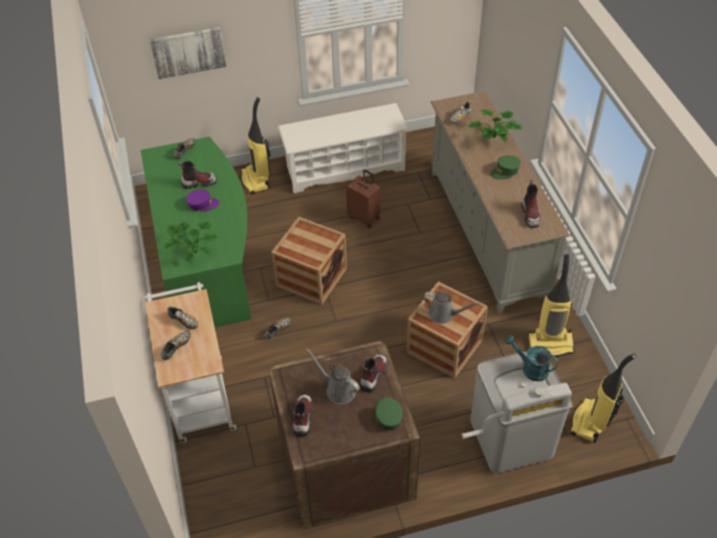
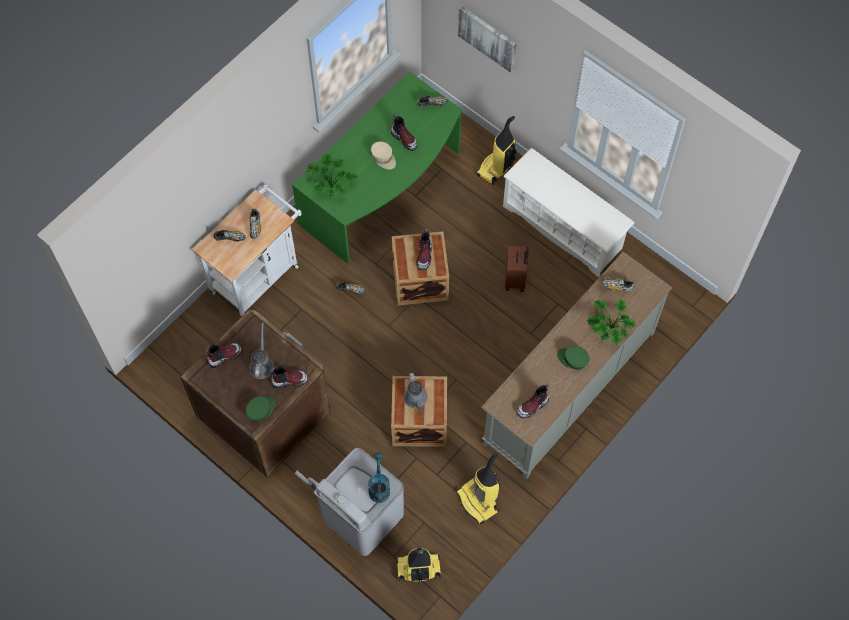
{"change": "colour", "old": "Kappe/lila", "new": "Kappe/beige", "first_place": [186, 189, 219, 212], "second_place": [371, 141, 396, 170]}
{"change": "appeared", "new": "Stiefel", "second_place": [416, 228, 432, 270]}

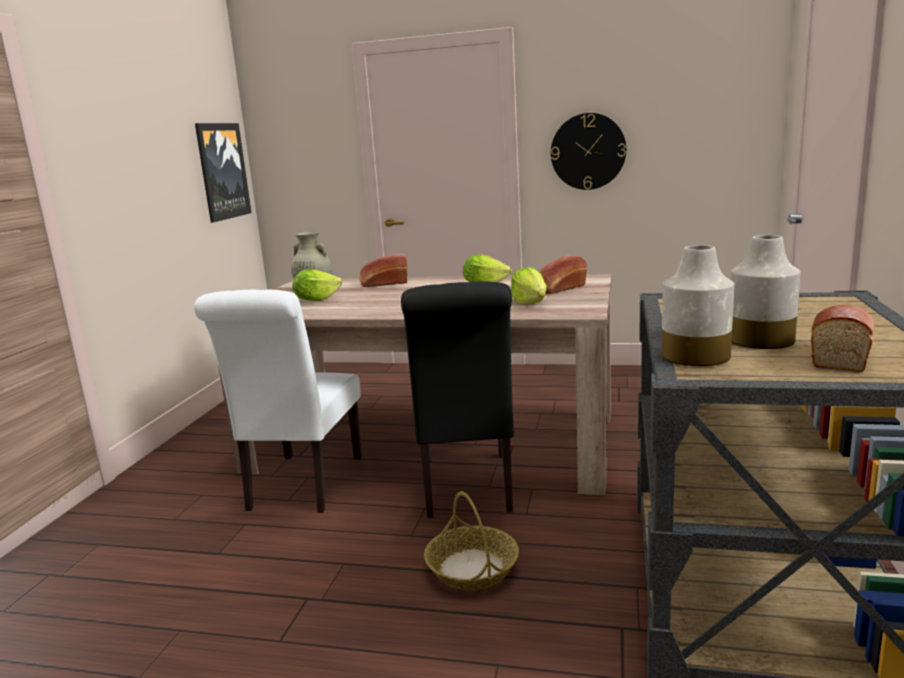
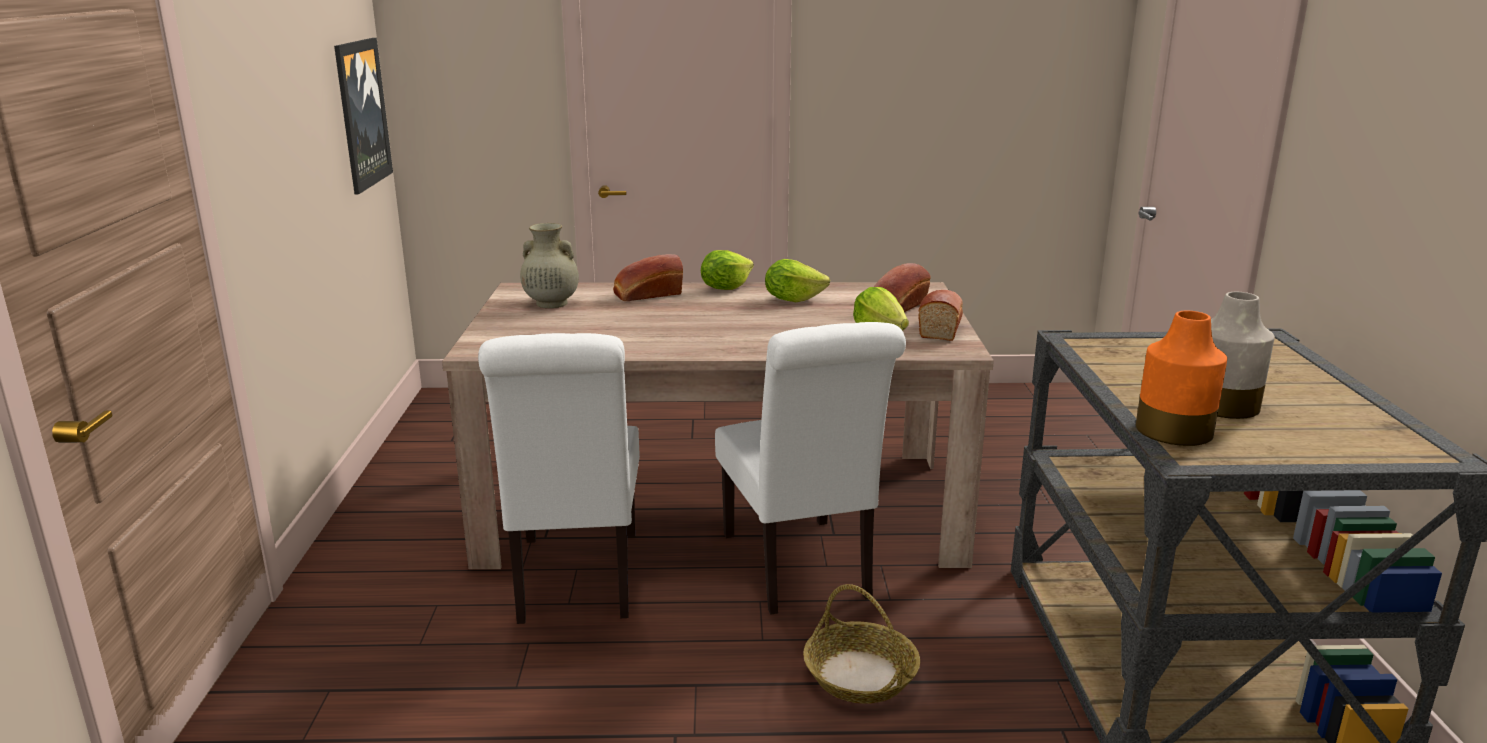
{"change": "relocated", "old": "Salatkopf", "first_place": [292, 269, 342, 301], "second_place": [701, 250, 754, 290]}
{"change": "colour", "old": "Stuhl/schwarz", "new": "Stuhl/weiß", "first_place": [401, 281, 514, 518], "second_place": [715, 322, 906, 615]}
{"change": "missing", "old": "Wanduhr", "first_place": [551, 113, 626, 190]}
{"change": "colour", "old": "Vase/beige", "new": "Vase/orange", "first_place": [661, 245, 734, 366], "second_place": [1136, 311, 1227, 446]}
{"change": "relocated", "old": "Brot", "first_place": [811, 305, 874, 372], "second_place": [918, 290, 963, 341]}

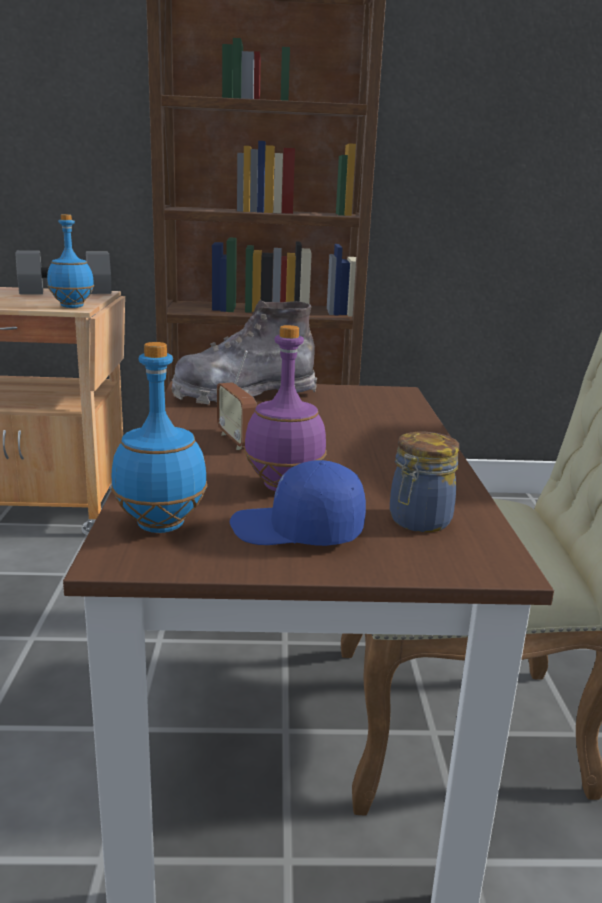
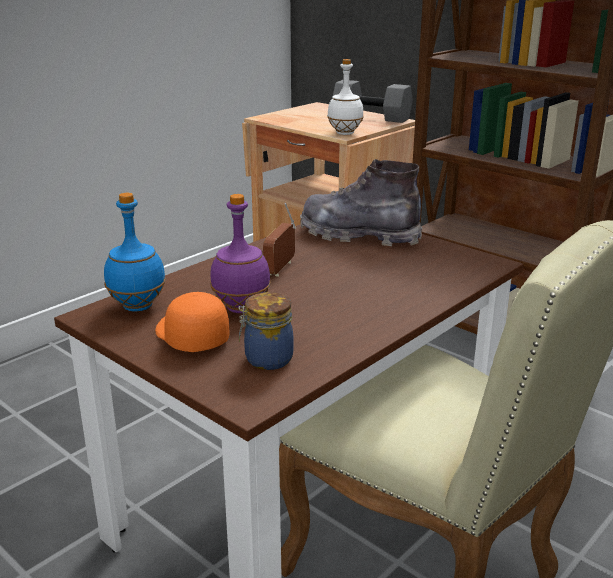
{"change": "colour", "old": "Flasche/blau", "new": "Flasche/weiß", "first_place": [47, 214, 94, 308], "second_place": [327, 59, 364, 135]}
{"change": "colour", "old": "Kappe/blau", "new": "Kappe/orange", "first_place": [230, 460, 366, 546], "second_place": [155, 292, 230, 352]}

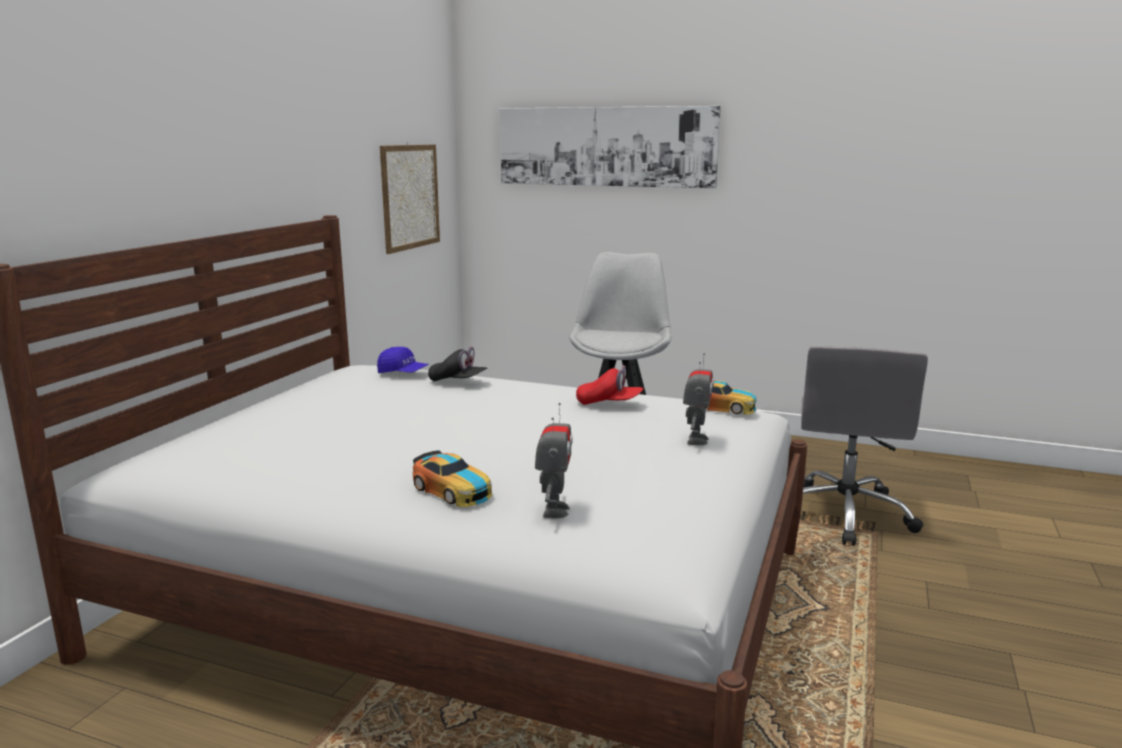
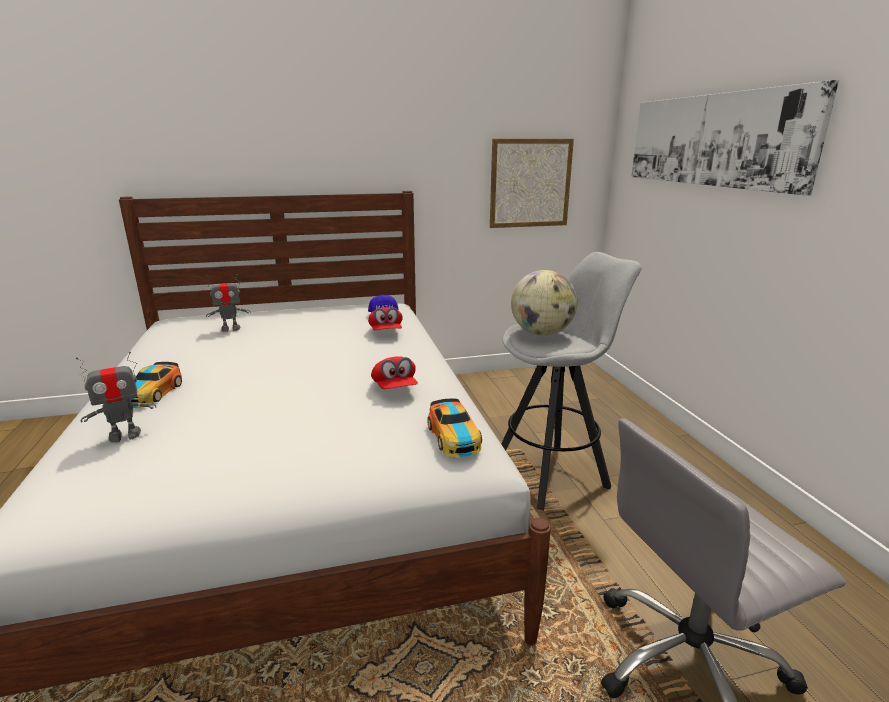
{"change": "colour", "old": "Kappe/schwarz", "new": "Kappe/rot", "first_place": [428, 347, 487, 382], "second_place": [368, 307, 403, 330]}
{"change": "relocated", "old": "Spielzeugroboter", "first_place": [683, 353, 714, 445], "second_place": [206, 274, 250, 332]}
{"change": "appeared", "new": "Globus", "second_place": [511, 270, 577, 336]}

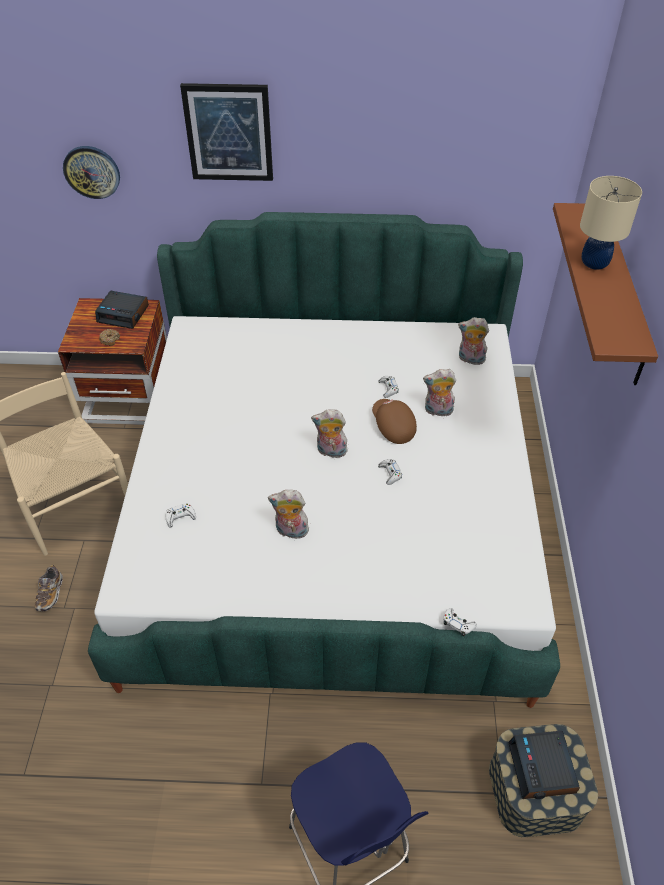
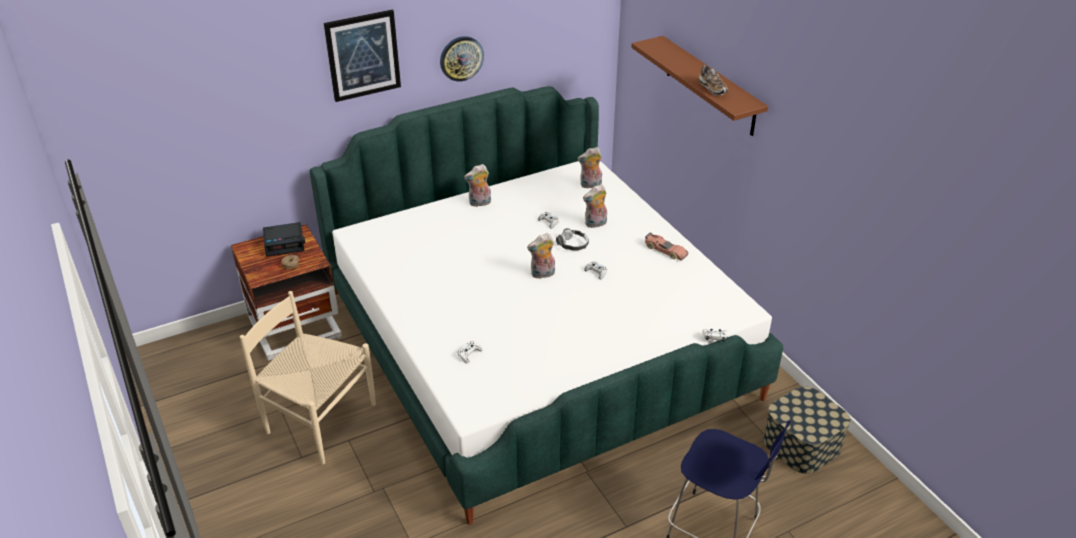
{"change": "relocated", "old": "Schuh", "first_place": [35, 565, 63, 611], "second_place": [699, 65, 728, 96]}
{"change": "relocated", "old": "Wanduhr", "first_place": [63, 146, 120, 199], "second_place": [440, 36, 484, 82]}
{"change": "relocated", "old": "Plüschtier", "first_place": [268, 490, 309, 539], "second_place": [464, 164, 491, 207]}
{"change": "exchanged", "old": "Kappe/braun", "new": "Kopfhörer", "first_place": [372, 399, 417, 444], "second_place": [556, 228, 589, 251]}
{"change": "missing", "old": "Wecker", "first_place": [508, 731, 580, 799]}
{"change": "missing", "old": "Tischlampe/beige", "first_place": [580, 176, 642, 270]}
{"change": "appeared", "new": "Spielzeugauto", "second_place": [645, 232, 688, 261]}

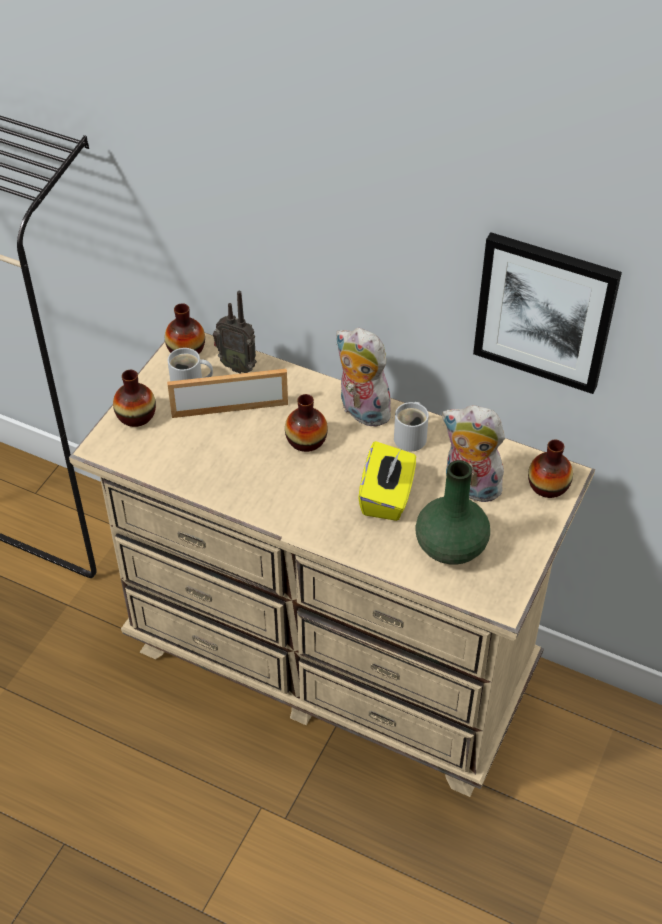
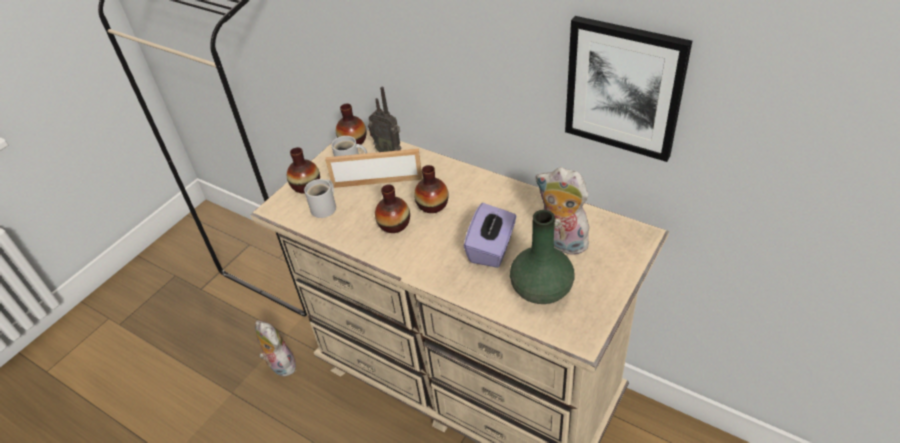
{"change": "relocated", "old": "Plüschtier", "first_place": [336, 328, 393, 427], "second_place": [255, 320, 296, 377]}
{"change": "colour", "old": "Taschentuchbox/gelb", "new": "Taschentuchbox/lila", "first_place": [358, 441, 416, 521], "second_place": [464, 203, 516, 268]}
{"change": "relocated", "old": "Henkelbecher/weiß", "first_place": [394, 402, 429, 451], "second_place": [304, 179, 336, 218]}
{"change": "relocated", "old": "Vase", "first_place": [528, 440, 573, 498], "second_place": [375, 184, 410, 233]}

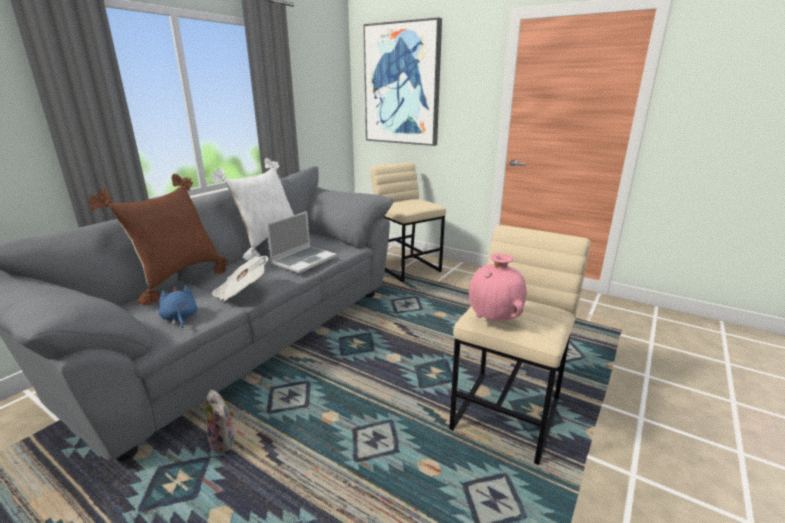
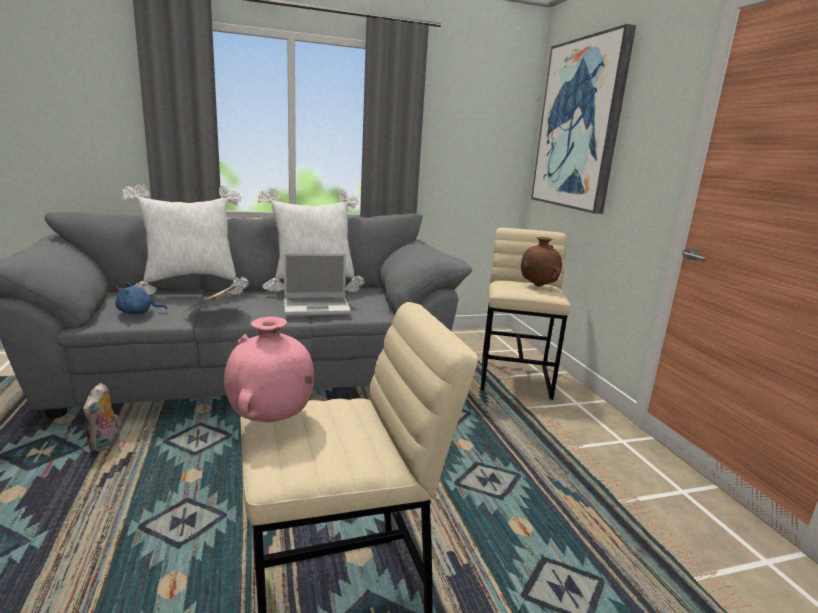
{"change": "colour", "old": "Kissen/braun", "new": "Kissen/weiß", "first_place": [89, 173, 227, 306], "second_place": [122, 184, 249, 295]}
{"change": "spun", "old": "Plüschtier/blau", "first_place": [159, 285, 198, 328], "second_place": [115, 282, 168, 314], "degrees": -120}
{"change": "appeared", "new": "Vase/braun", "second_place": [521, 237, 562, 287]}

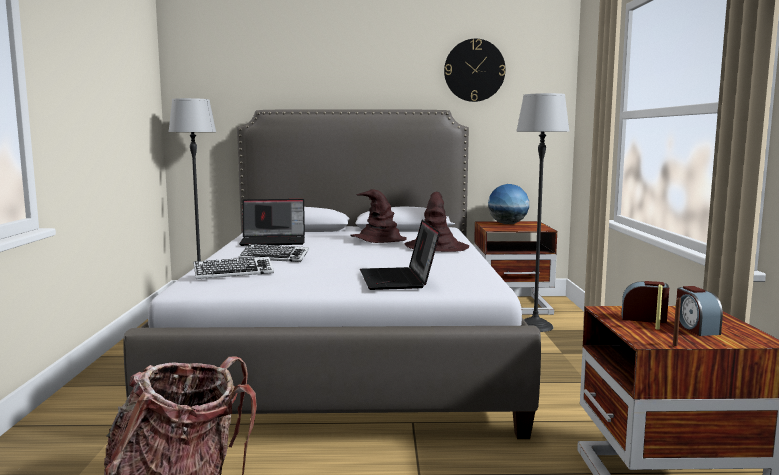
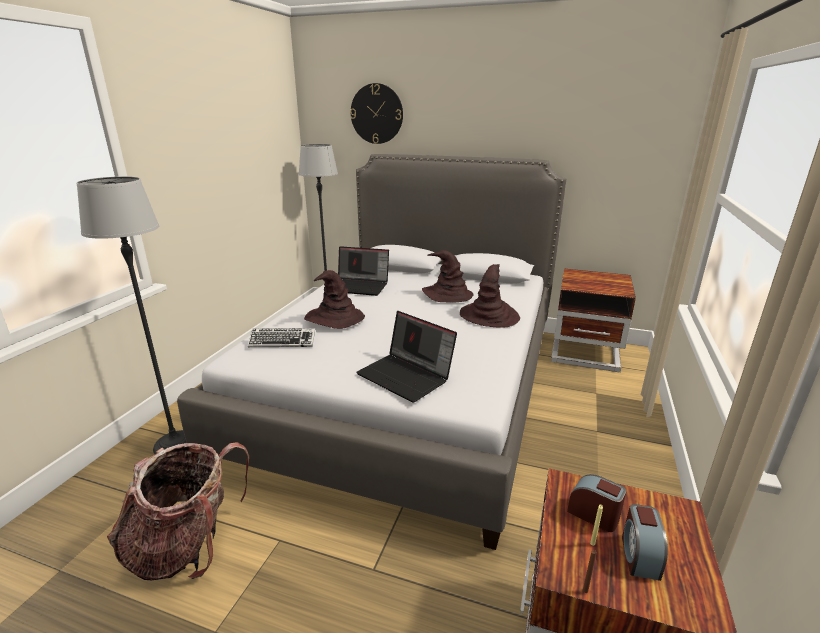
{"change": "exchanged", "old": "Tastatur", "new": "Hut/braun", "first_place": [239, 244, 309, 262], "second_place": [304, 270, 365, 329]}
{"change": "spun", "old": "Laptop", "first_place": [360, 220, 440, 290], "second_place": [356, 311, 457, 403], "degrees": -60}
{"change": "relocated", "old": "Wanduhr", "first_place": [444, 39, 506, 102], "second_place": [350, 83, 403, 144]}
{"change": "missing", "old": "Globus", "first_place": [488, 184, 529, 224]}
{"change": "relocated", "old": "Stehlampe", "first_place": [516, 93, 570, 332], "second_place": [77, 176, 186, 454]}

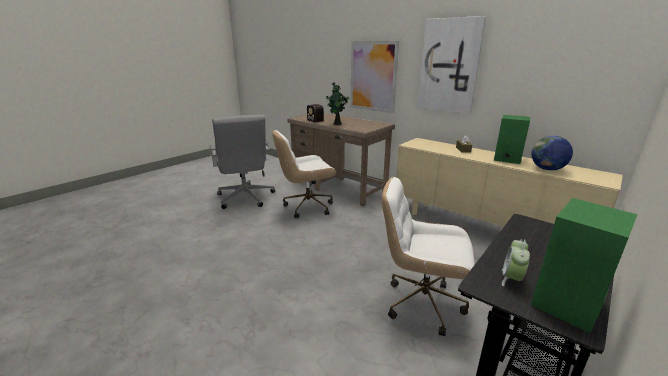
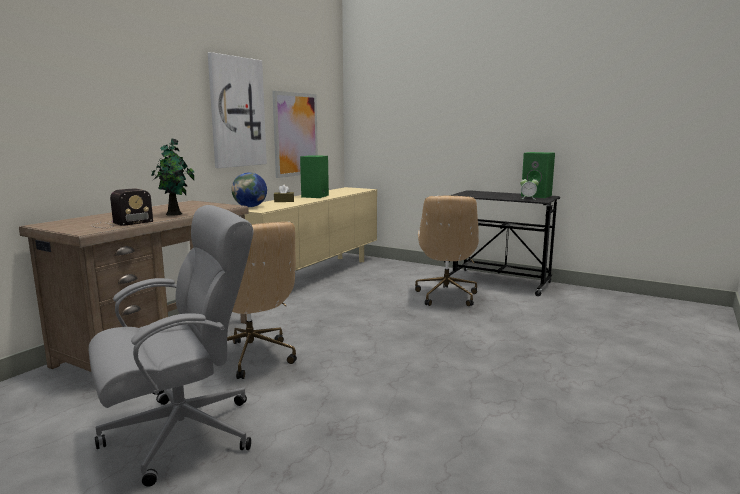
{"change": "relocated", "old": "Bild", "first_place": [350, 41, 399, 113], "second_place": [272, 91, 318, 178]}
{"change": "relocated", "old": "Globus", "first_place": [531, 136, 573, 171], "second_place": [232, 172, 267, 207]}

